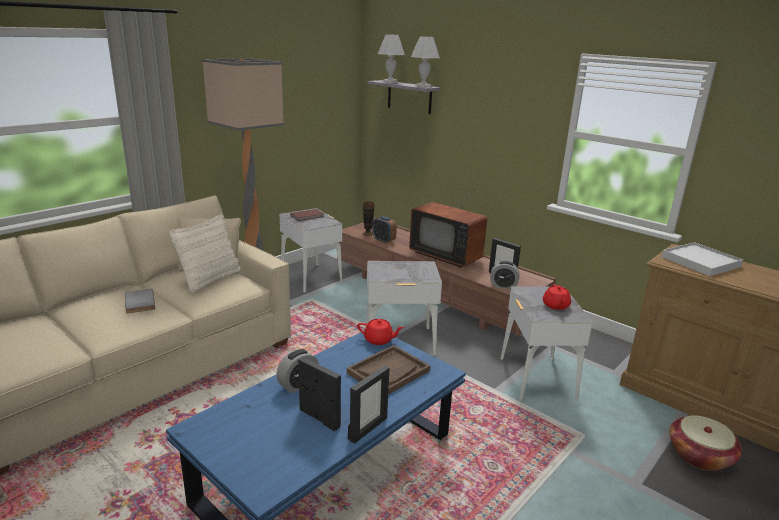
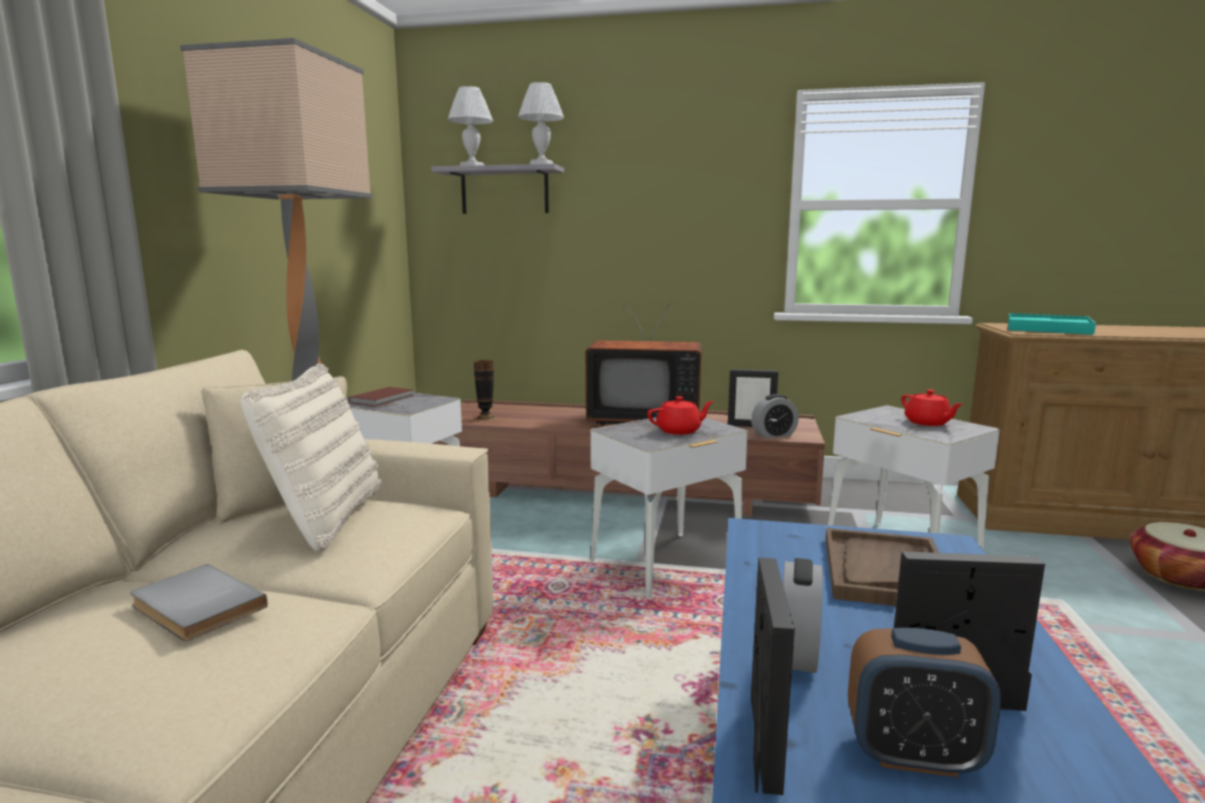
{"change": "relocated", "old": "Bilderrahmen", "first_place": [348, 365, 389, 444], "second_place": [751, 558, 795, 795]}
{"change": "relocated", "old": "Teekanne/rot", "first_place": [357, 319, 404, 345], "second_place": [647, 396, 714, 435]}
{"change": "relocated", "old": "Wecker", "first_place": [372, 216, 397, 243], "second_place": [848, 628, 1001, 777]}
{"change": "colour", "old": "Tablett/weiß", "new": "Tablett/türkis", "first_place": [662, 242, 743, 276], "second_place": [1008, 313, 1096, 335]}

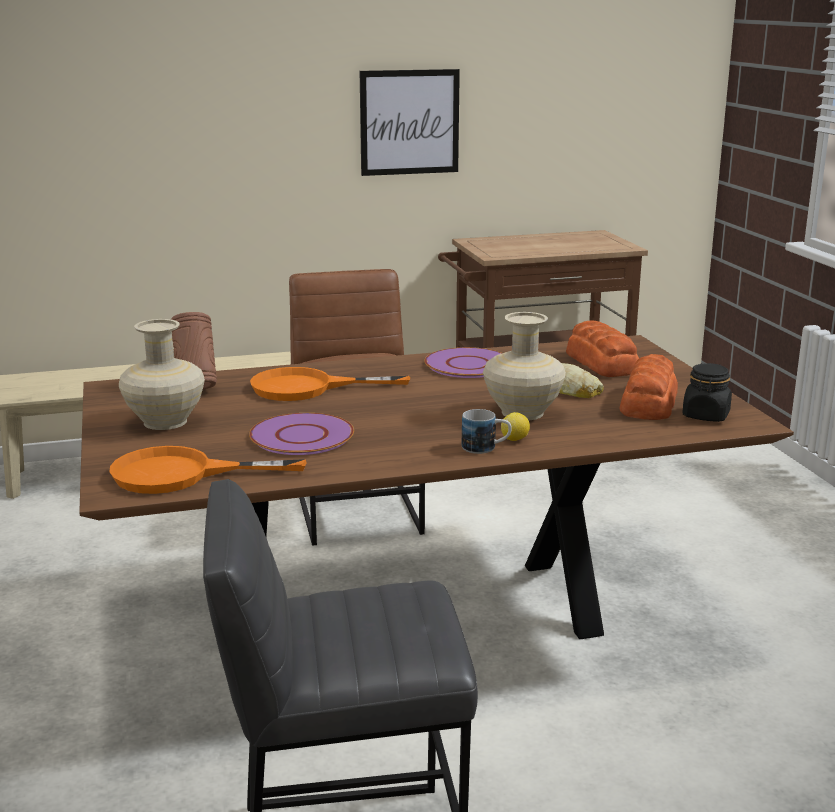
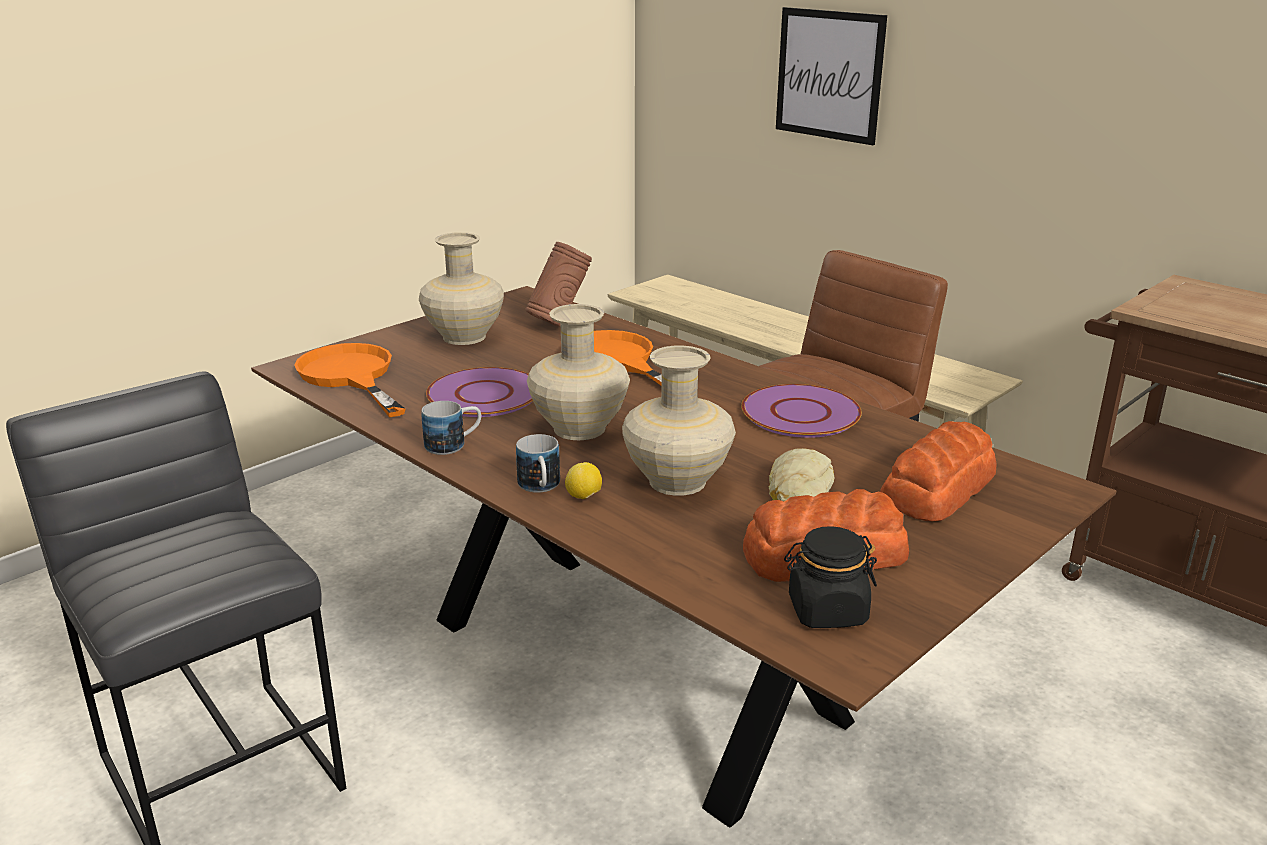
{"change": "relocated", "old": "Bild", "first_place": [360, 69, 460, 176], "second_place": [776, 7, 887, 145]}
{"change": "appeared", "new": "Henkelbecher", "second_place": [421, 401, 481, 455]}
{"change": "appeared", "new": "Vase/beige", "second_place": [527, 304, 630, 440]}

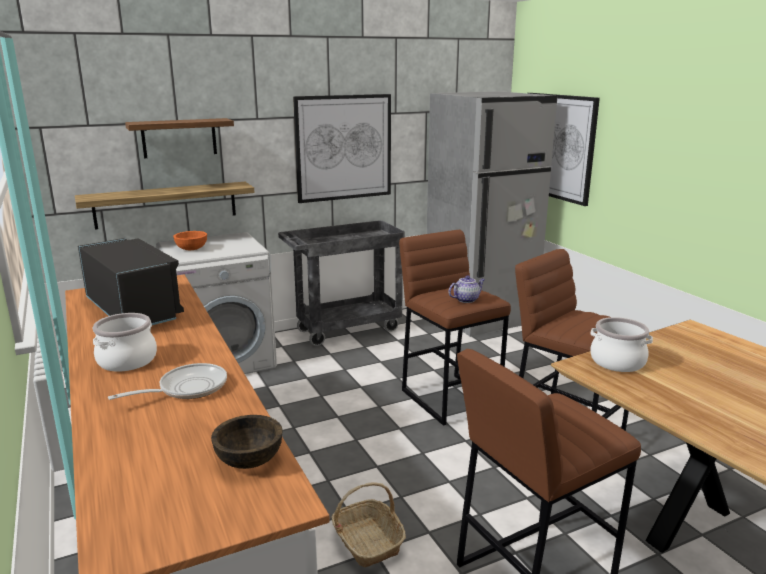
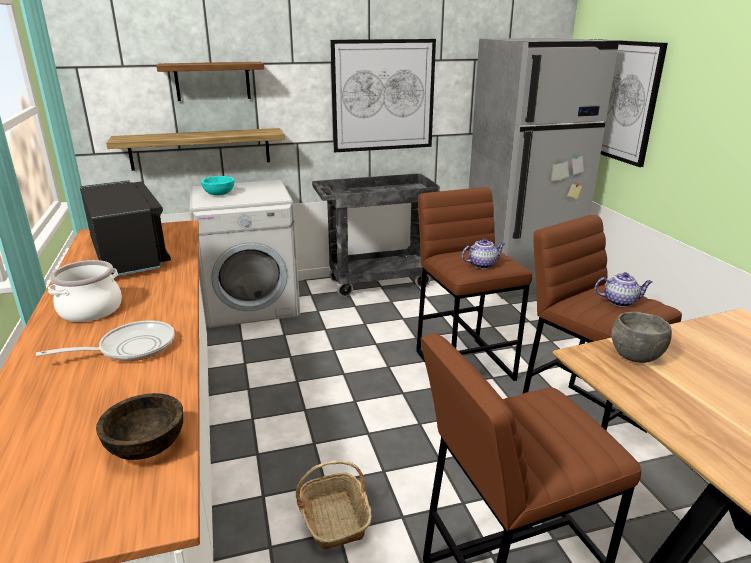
{"change": "colour", "old": "Schüssel/orange", "new": "Schüssel/türkis", "first_place": [173, 231, 207, 250], "second_place": [201, 176, 234, 196]}
{"change": "exchanged", "old": "Kochtopf", "new": "Schüssel/grau", "first_place": [590, 317, 653, 372], "second_place": [611, 312, 672, 363]}
{"change": "appeared", "new": "Teekanne", "second_place": [595, 272, 652, 307]}

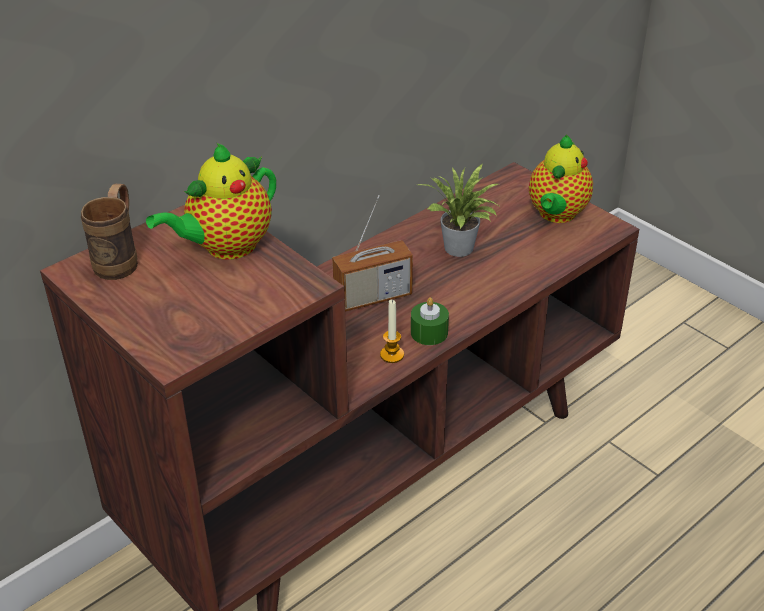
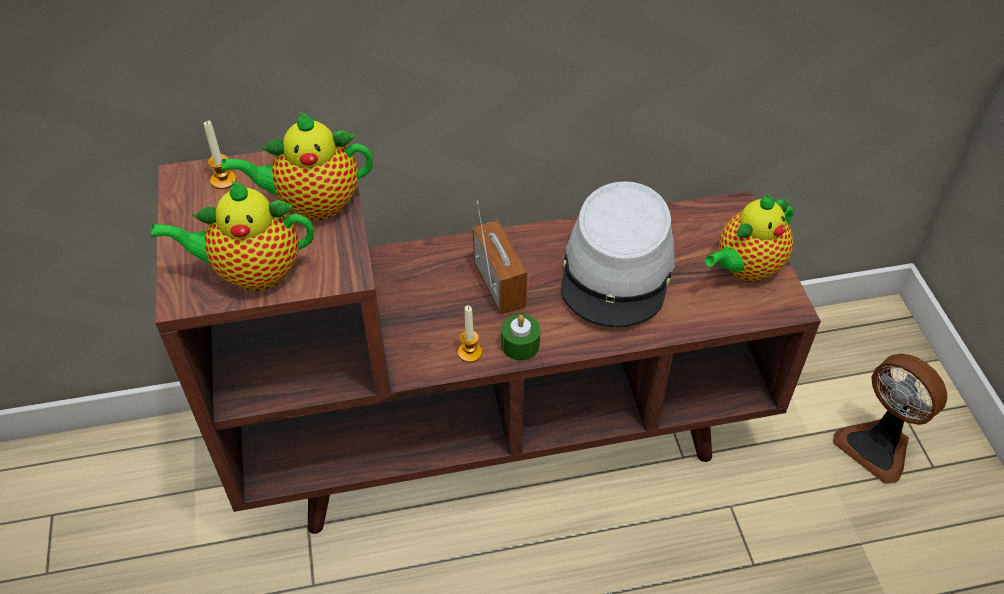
{"change": "exchanged", "old": "Henkelbecher/braun", "new": "Kerze", "first_place": [81, 184, 138, 280], "second_place": [204, 120, 237, 189]}
{"change": "spun", "old": "Radio", "first_place": [332, 195, 413, 312], "second_place": [473, 201, 527, 314], "degrees": -120}
{"change": "exchanged", "old": "Topfpflanze", "new": "Hut/grau", "first_place": [418, 164, 501, 257], "second_place": [561, 181, 675, 328]}
{"change": "appeared", "new": "Teekanne", "second_place": [150, 181, 314, 291]}
{"change": "appeared", "new": "Ventilator", "second_place": [833, 353, 947, 484]}

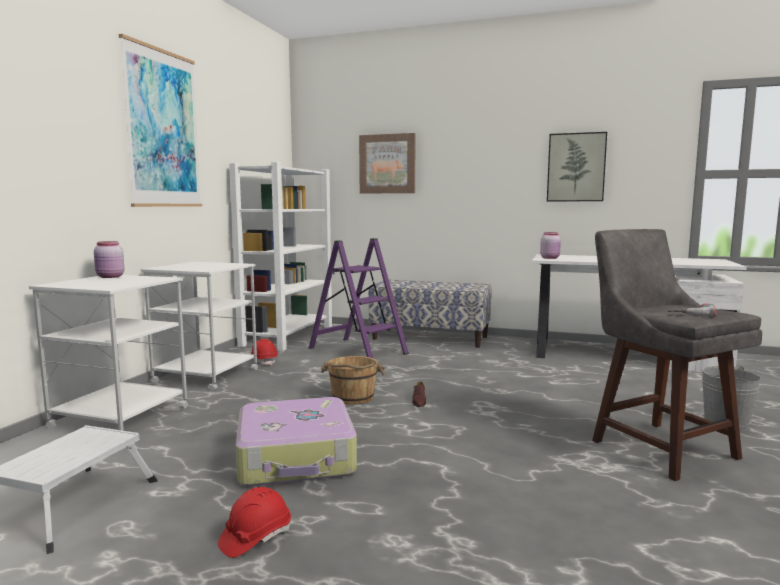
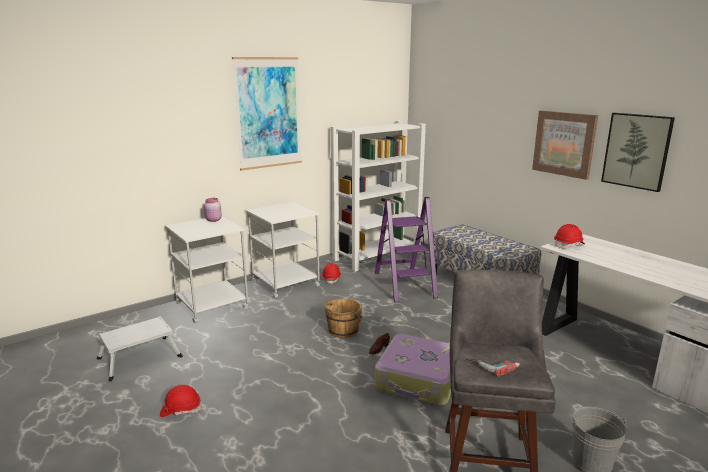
{"change": "relocated", "old": "Koffer", "first_place": [236, 397, 357, 486], "second_place": [375, 334, 451, 405]}
{"change": "relocated", "old": "Bild", "first_place": [359, 133, 416, 194], "second_place": [532, 110, 598, 180]}
{"change": "exchanged", "old": "Vorratsglas/rosa", "new": "Schutzhelm/rot", "first_place": [540, 232, 561, 259], "second_place": [554, 224, 585, 249]}

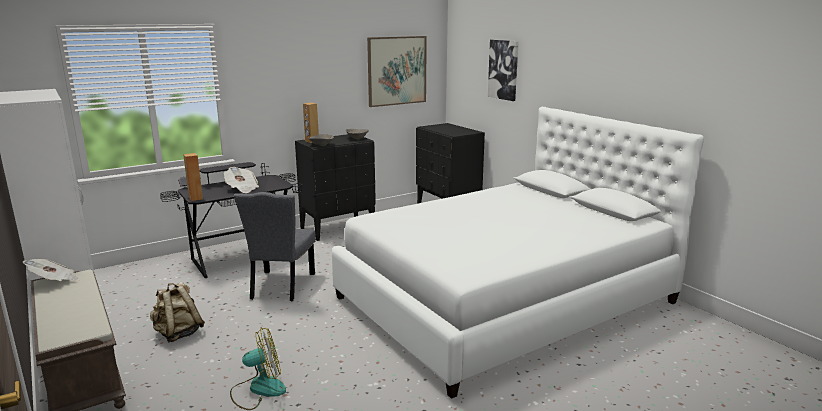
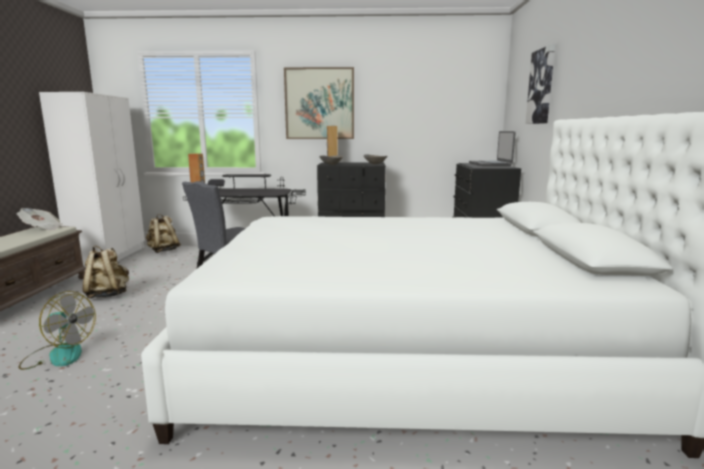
{"change": "missing", "old": "Zeitung", "first_place": [224, 167, 259, 193]}
{"change": "relocated", "old": "Bild", "first_place": [367, 36, 427, 107], "second_place": [284, 67, 354, 139]}
{"change": "appeared", "new": "Rucksack/beige", "second_place": [146, 214, 181, 253]}
{"change": "appeared", "new": "Laptop", "second_place": [469, 131, 515, 166]}

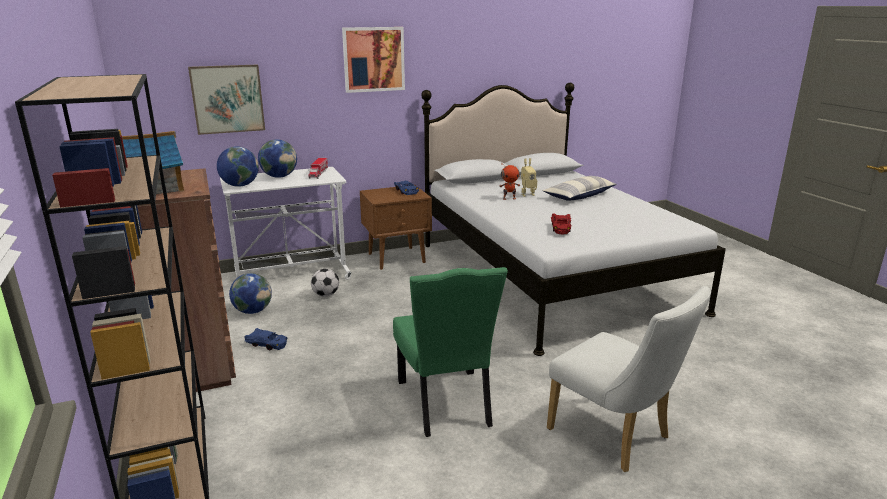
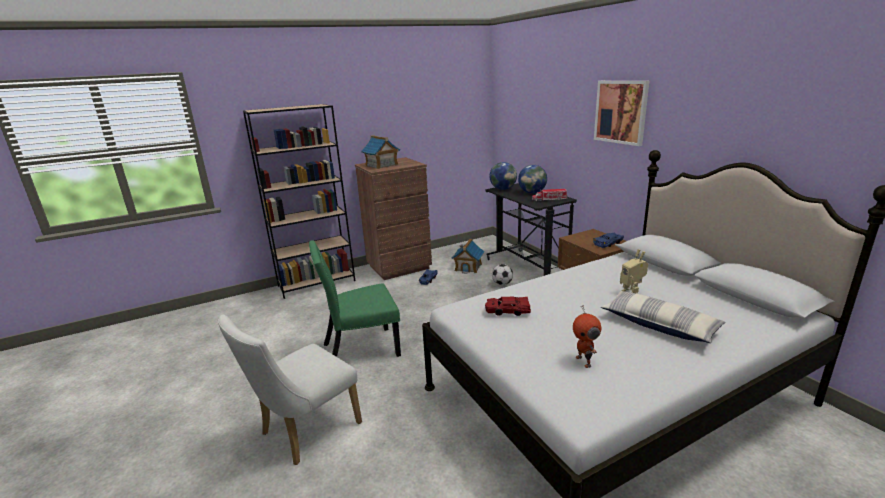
{"change": "missing", "old": "Bild", "first_place": [188, 64, 265, 135]}
{"change": "colour", "old": "Schreibtisch/weiß", "new": "Schreibtisch/schwarz", "first_place": [220, 167, 351, 280], "second_place": [485, 183, 577, 276]}
{"change": "exchanged", "old": "Globus", "new": "Spielzeughaus", "first_place": [229, 273, 272, 314], "second_place": [452, 238, 484, 274]}
{"change": "relocated", "old": "Spielzeugroboter", "first_place": [499, 164, 520, 200], "second_place": [573, 306, 601, 368]}

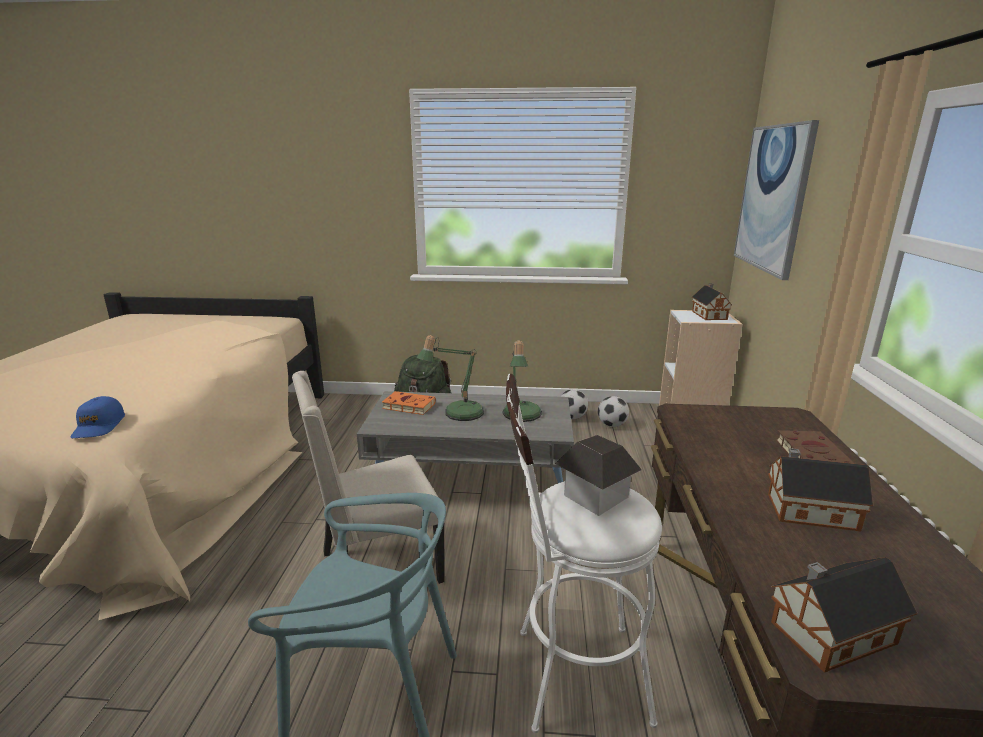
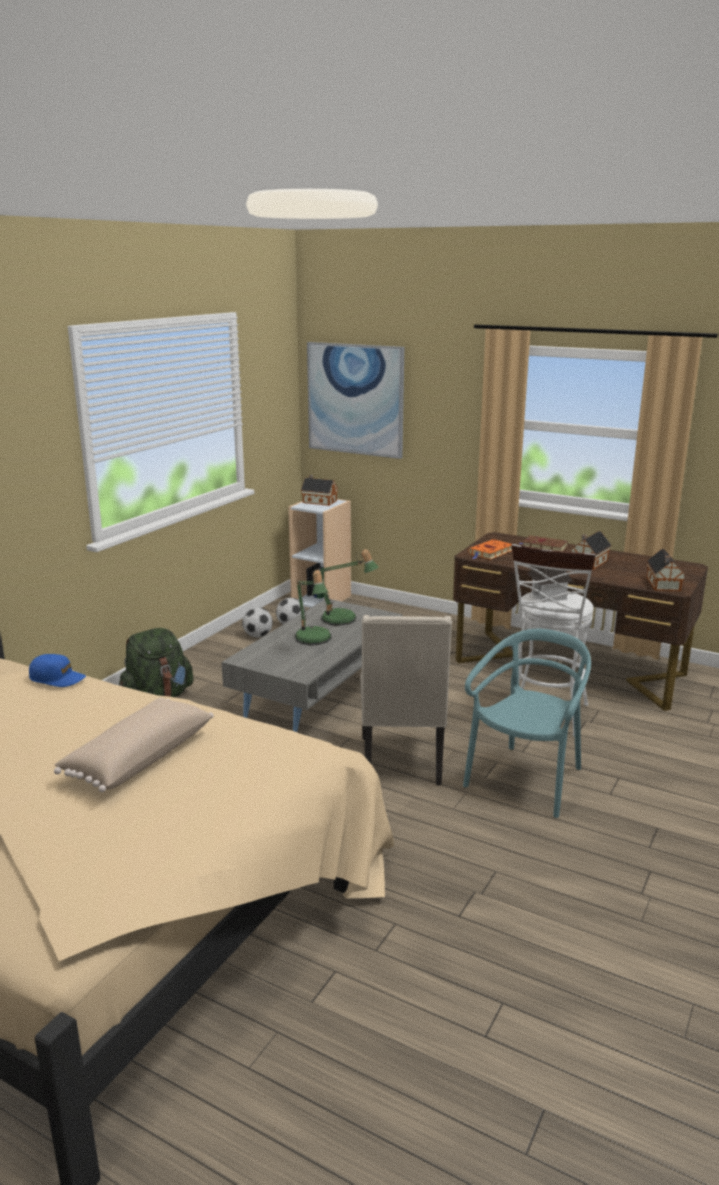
{"change": "relocated", "old": "Kappe/blau", "first_place": [70, 396, 125, 438], "second_place": [29, 654, 86, 687]}
{"change": "relocated", "old": "Buch/orange", "first_place": [382, 391, 436, 415], "second_place": [468, 539, 512, 560]}
{"change": "appeared", "new": "Kissen/beige", "second_place": [54, 698, 214, 792]}

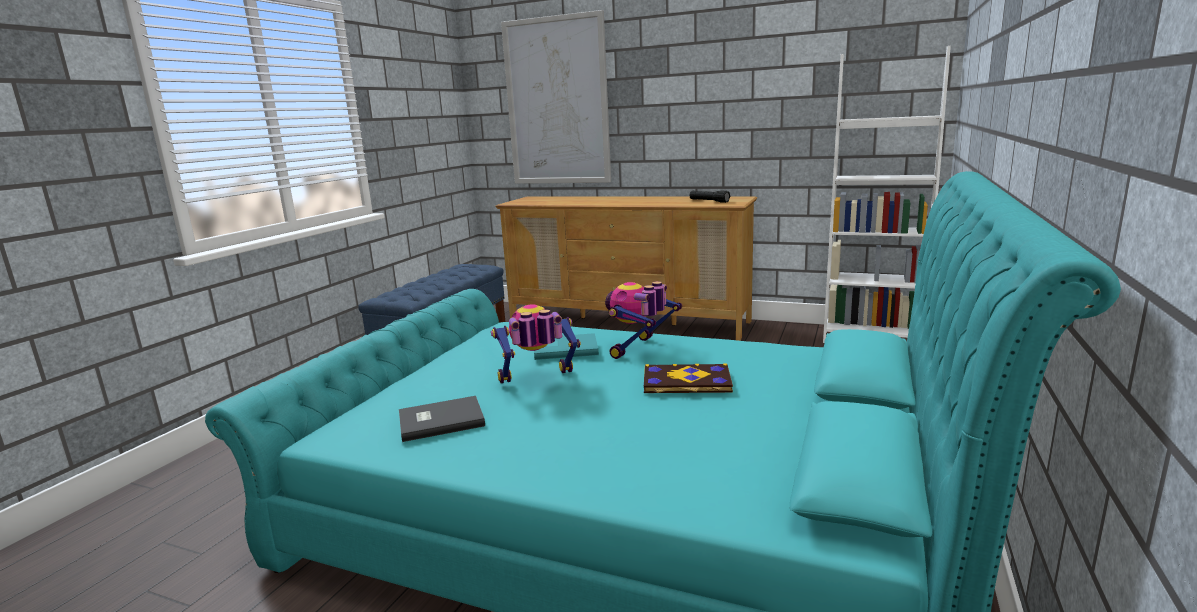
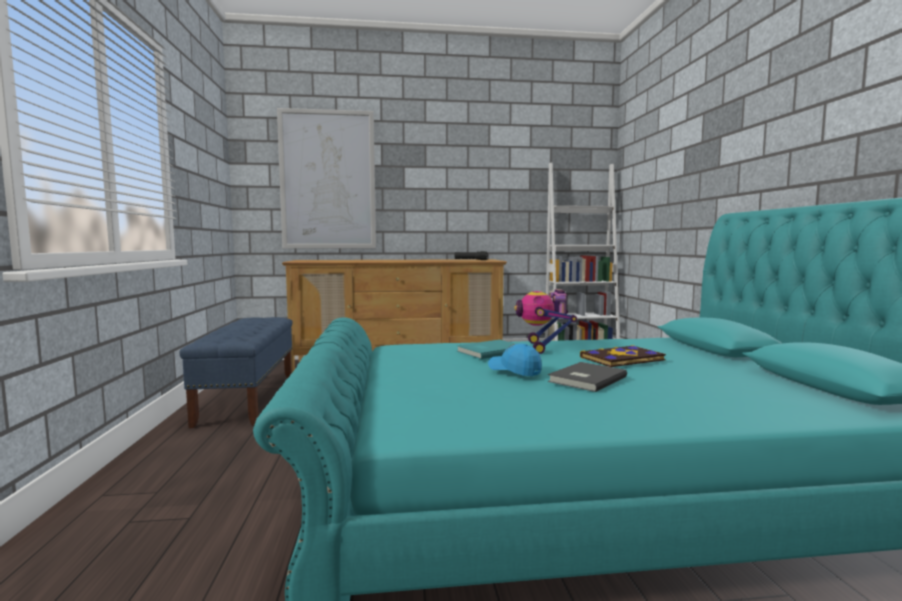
{"change": "relocated", "old": "Buch/grau", "first_place": [399, 396, 485, 442], "second_place": [548, 362, 627, 392]}
{"change": "exchanged", "old": "Spielzeugroboter", "new": "Kappe/blau", "first_place": [491, 305, 581, 383], "second_place": [488, 343, 542, 376]}

